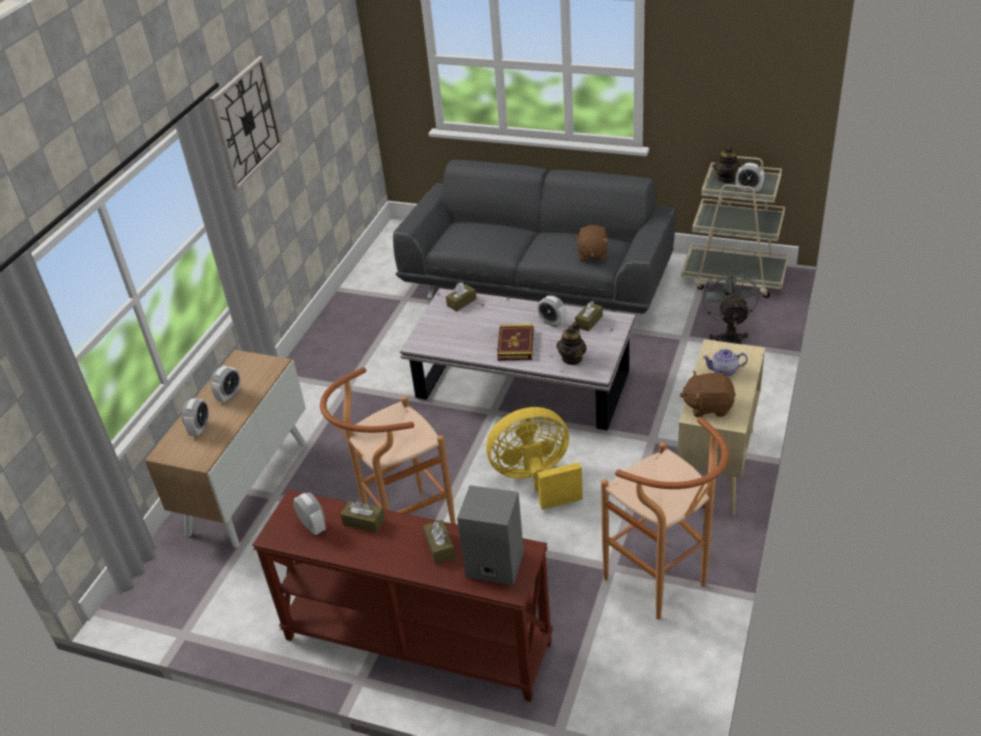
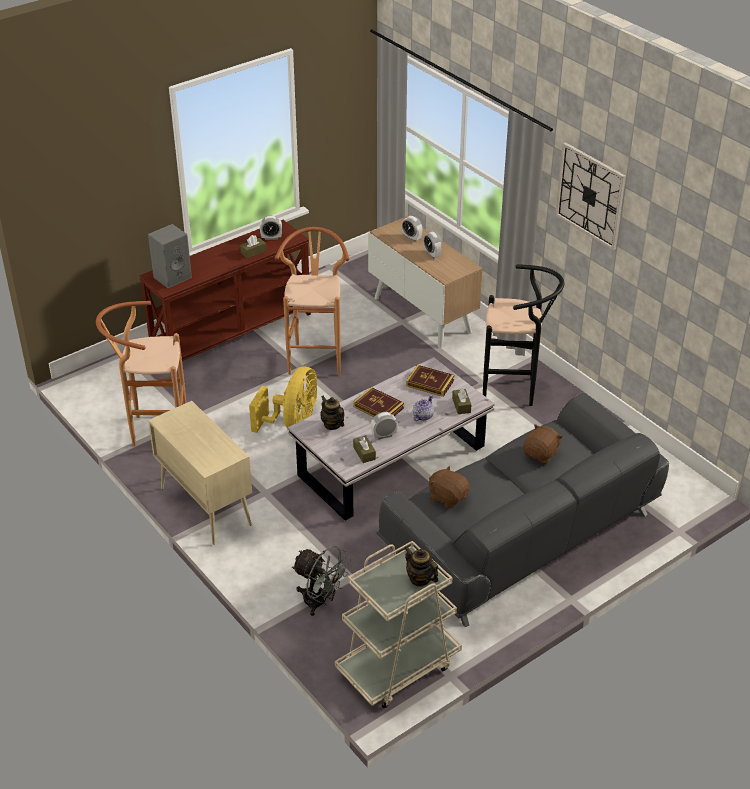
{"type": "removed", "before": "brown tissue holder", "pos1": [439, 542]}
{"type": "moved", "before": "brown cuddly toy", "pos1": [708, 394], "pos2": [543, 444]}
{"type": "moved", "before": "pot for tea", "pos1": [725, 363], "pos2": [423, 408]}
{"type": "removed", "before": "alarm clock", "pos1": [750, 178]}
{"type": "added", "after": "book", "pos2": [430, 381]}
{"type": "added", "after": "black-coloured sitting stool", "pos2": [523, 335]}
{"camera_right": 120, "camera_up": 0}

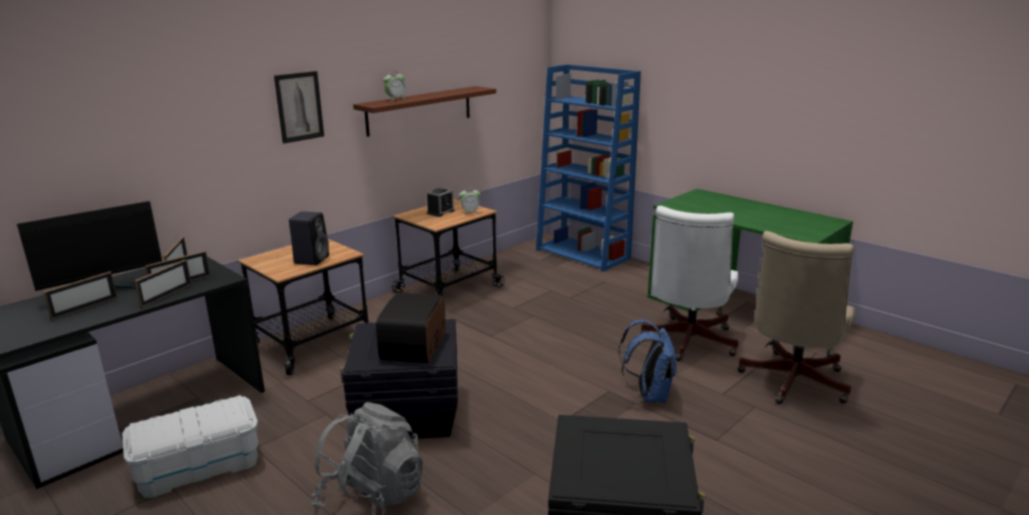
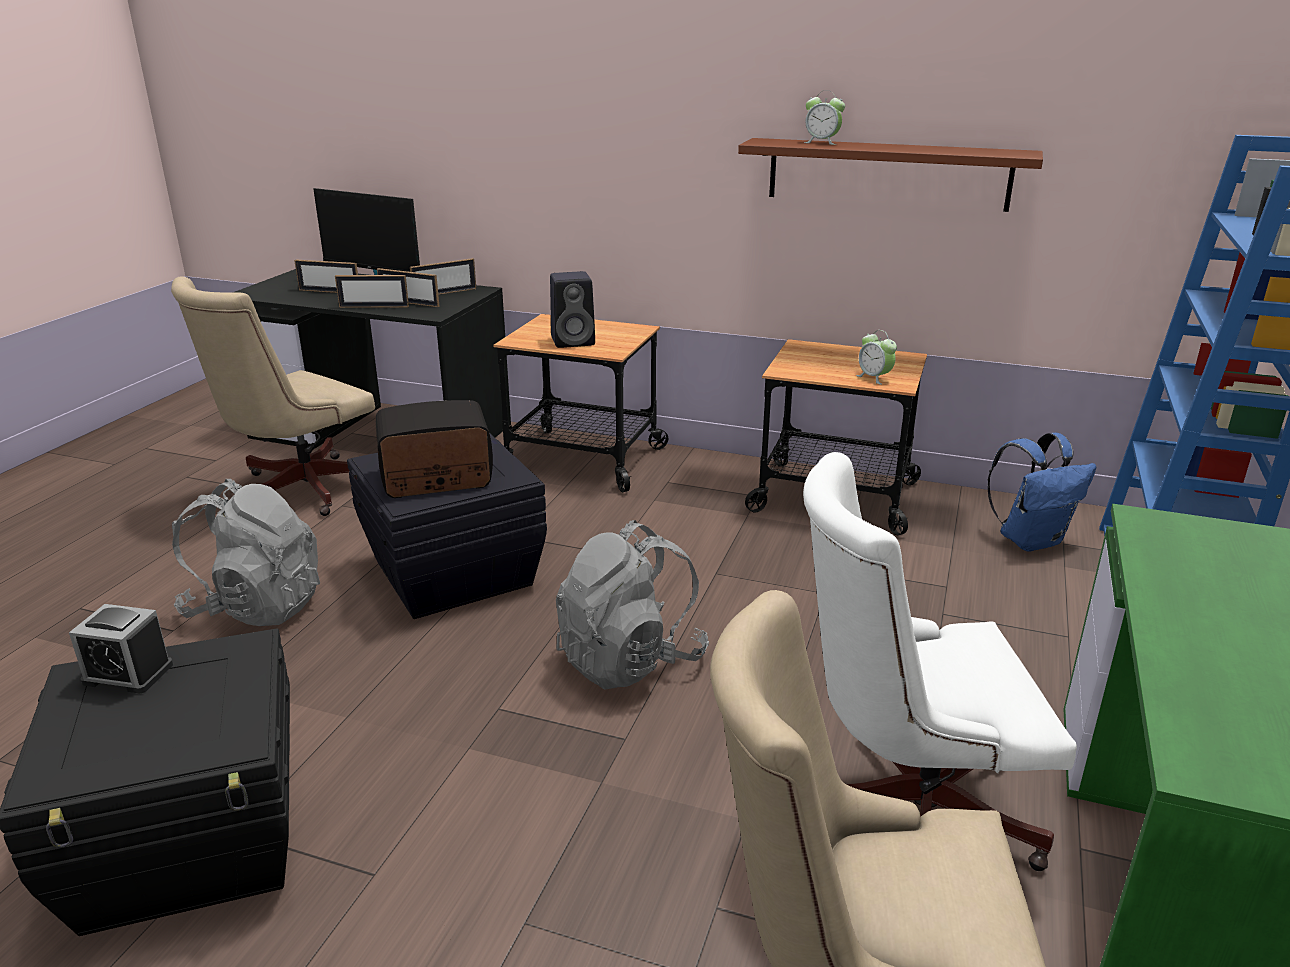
{"type": "replaced", "before": "white-coloured storage bin", "after": "sand-coloured office chair", "pos1": [190, 446], "pos2": [273, 396]}
{"type": "removed", "before": "wall picture", "pos1": [299, 107]}
{"type": "moved", "before": "alarm clock", "pos1": [441, 202], "pos2": [121, 649]}
{"type": "moved", "before": "blue knapsack", "pos1": [648, 361], "pos2": [1041, 492]}
{"type": "added", "after": "grey knapsack", "pos2": [632, 605]}
{"camera_right": 65, "camera_up": 5}

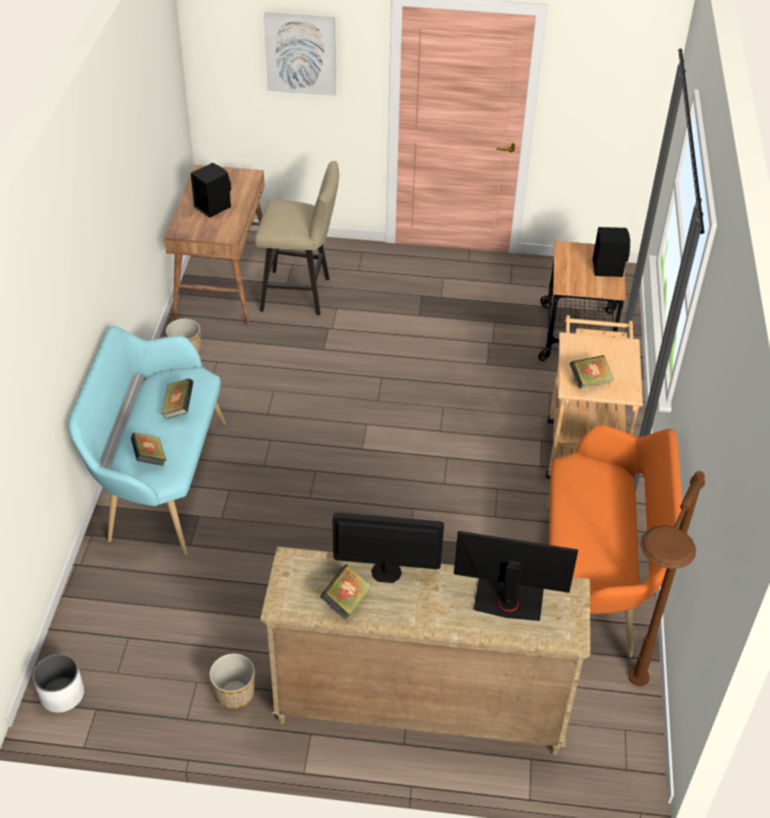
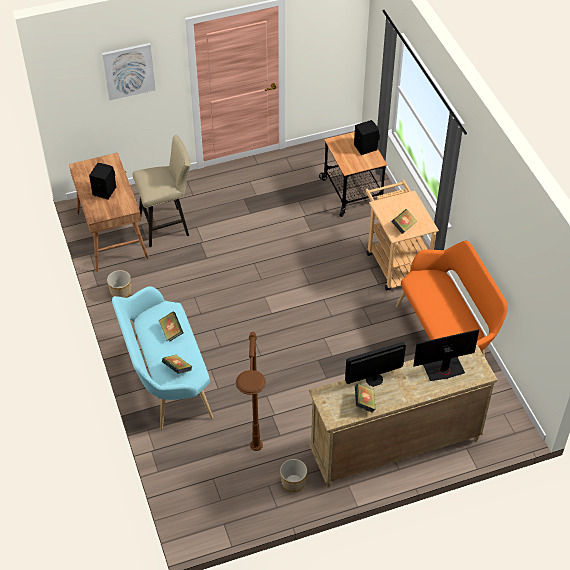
{"type": "removed", "before": "white-coloured plant pot", "pos1": [58, 683]}
{"type": "moved", "before": "brown floor lamp", "pos1": [666, 578], "pos2": [251, 391]}
{"camera_right": -25, "camera_up": 5}

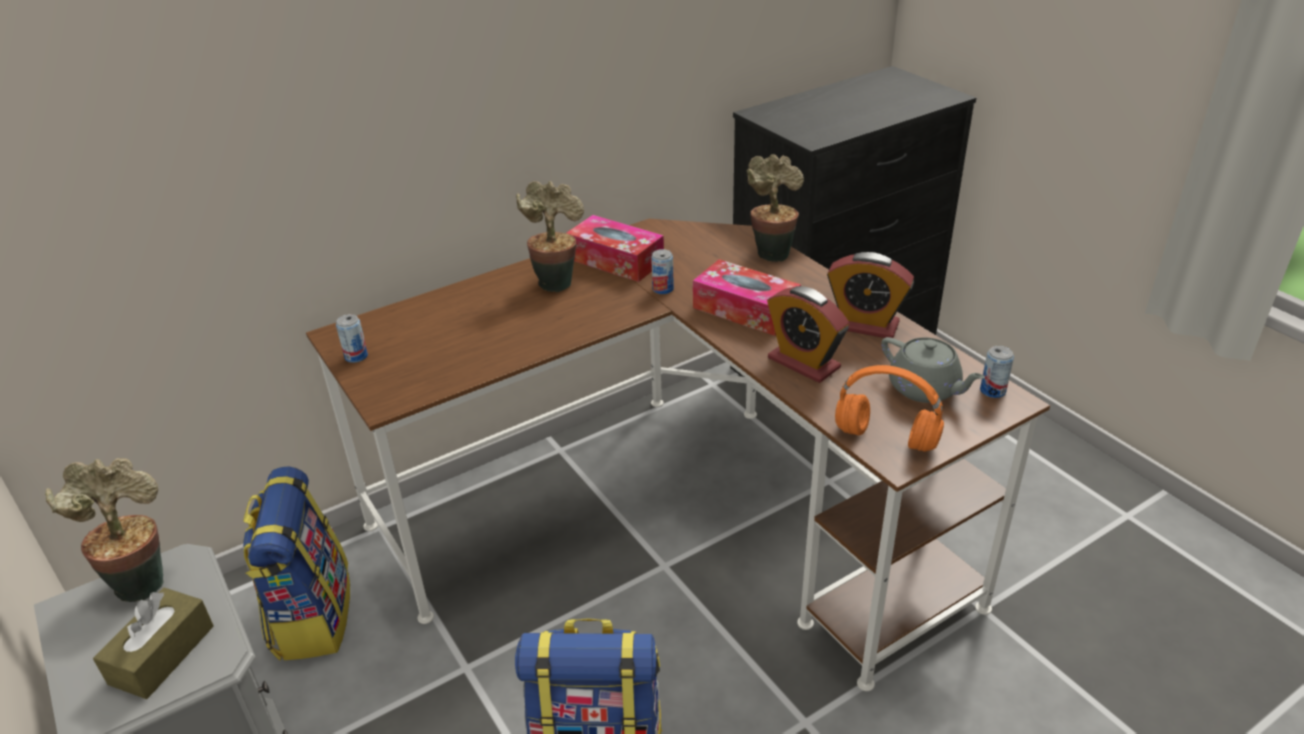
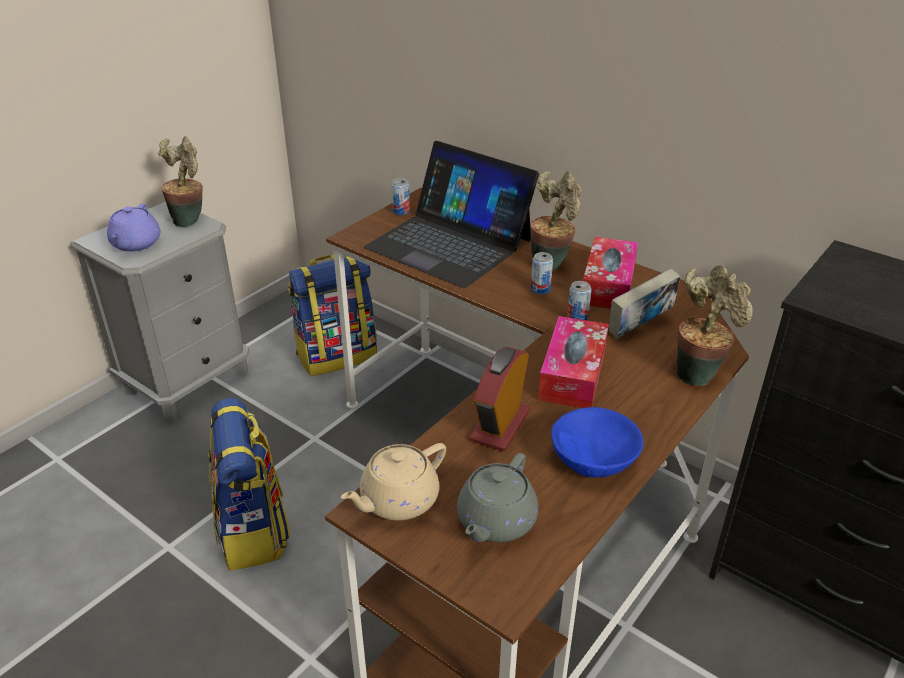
{"type": "replaced", "before": "brown tissue holder", "after": "purple pot for tea", "pos1": [153, 643], "pos2": [134, 227]}
{"type": "replaced", "before": "alarm clock", "after": "blue deep dish", "pos1": [870, 295], "pos2": [597, 442]}
{"type": "replaced", "before": "orange headphones", "after": "sand-coloured pot for tea", "pos1": [889, 408], "pos2": [393, 482]}
{"type": "moved", "before": "sealed can", "pos1": [997, 372], "pos2": [542, 273]}
{"type": "added", "after": "notebook computer", "pos2": [451, 214]}
{"type": "added", "after": "book", "pos2": [644, 303]}
{"camera_right": 70, "camera_up": 0}

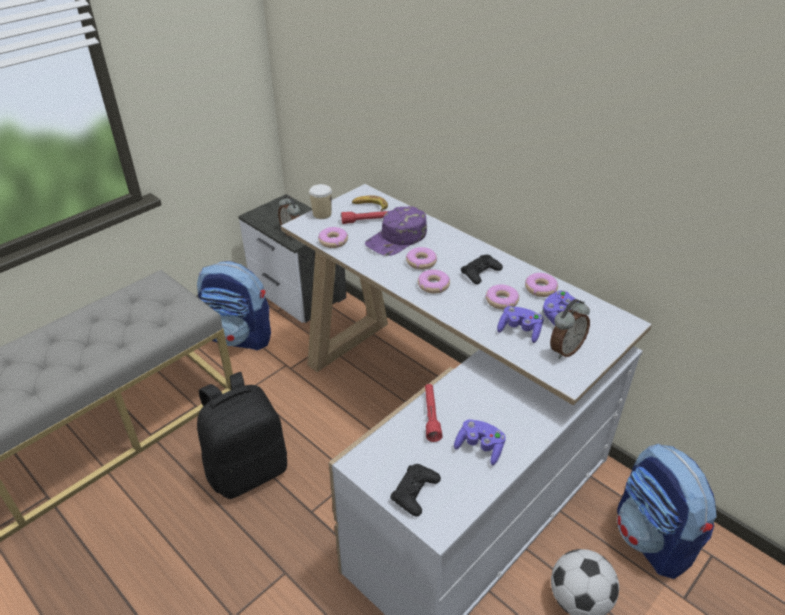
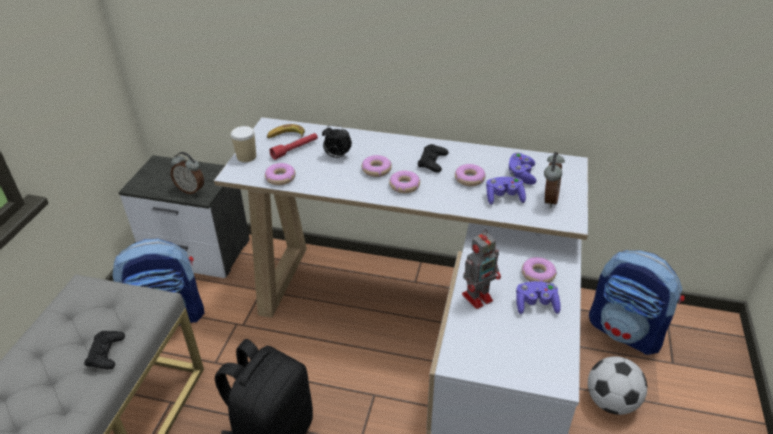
{"type": "replaced", "before": "purple cap", "after": "alarm clock", "pos1": [396, 231], "pos2": [337, 141]}
{"type": "moved", "before": "black-coloured gamepad", "pos1": [415, 490], "pos2": [104, 350]}
{"type": "replaced", "before": "reddish hand torch", "after": "robot figure", "pos1": [434, 413], "pos2": [481, 269]}
{"type": "moved", "before": "ring doughnut", "pos1": [541, 285], "pos2": [539, 270]}
{"camera_right": -30, "camera_up": 0}

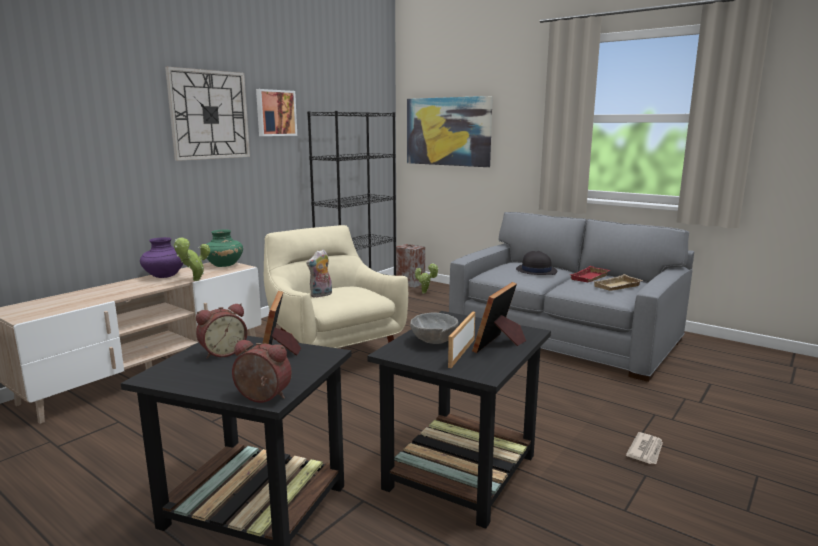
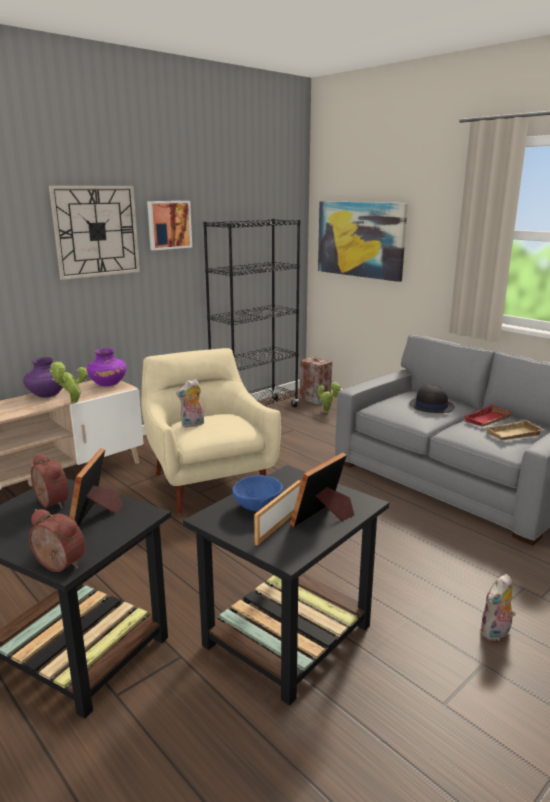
{"type": "turned", "before": "alarm clock", "pos1": [221, 331], "pos2": [50, 480], "turn": -105}
{"type": "recoloured", "before": "greenish decorative vase", "after": "purple decorative vase", "pos1": [224, 248], "pos2": [107, 367]}
{"type": "recoloured", "before": "grey deep dish", "after": "blue deep dish", "pos1": [434, 328], "pos2": [257, 493]}
{"type": "replaced", "before": "daily paper", "after": "cuddly toy", "pos1": [644, 448], "pos2": [497, 607]}
{"camera_right": 10, "camera_up": 5}

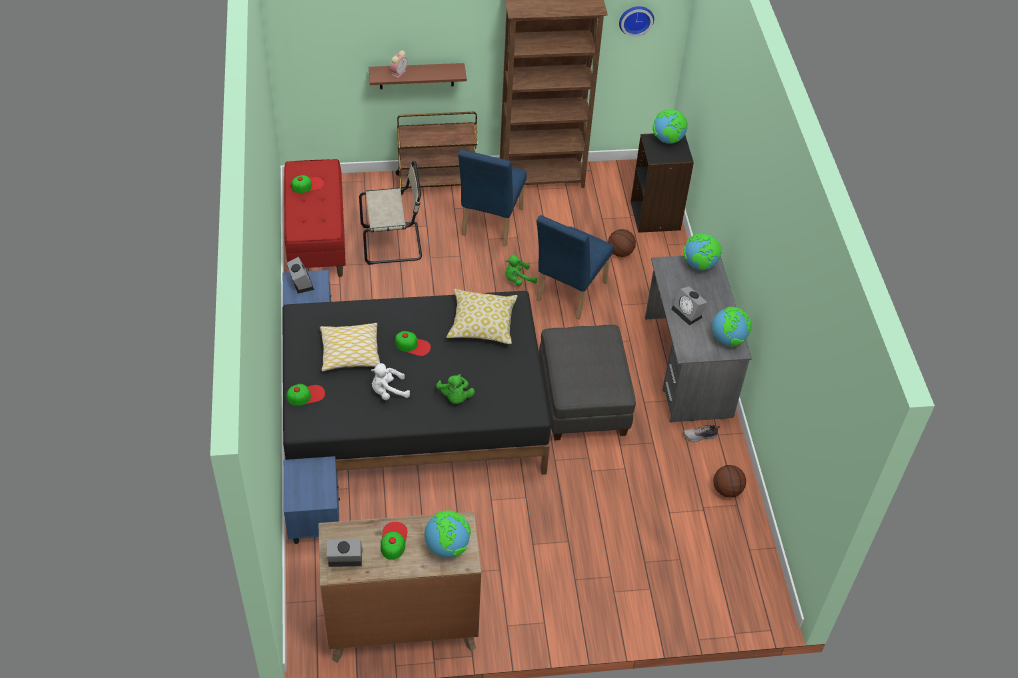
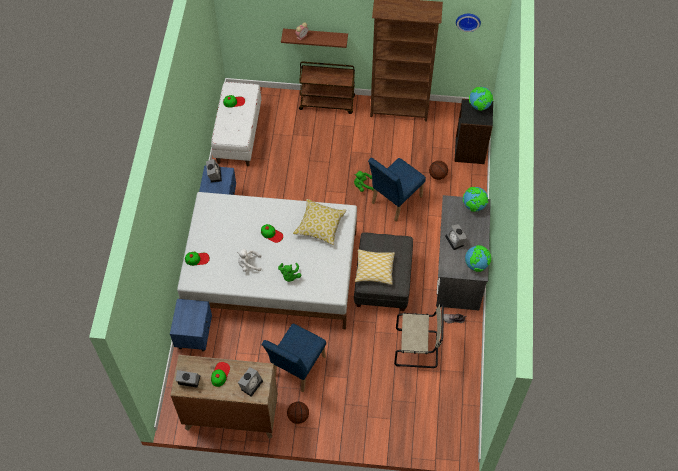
{"type": "recoloured", "before": "black-coloured bed", "after": "white-coloured bed", "pos1": [416, 383], "pos2": [267, 261]}
{"type": "recoloured", "before": "reddish long seat", "after": "white-coloured long seat", "pos1": [315, 218], "pos2": [236, 124]}
{"type": "moved", "before": "cushion", "pos1": [350, 347], "pos2": [375, 267]}
{"type": "moved", "before": "sand-coloured plain chair", "pos1": [390, 213], "pos2": [419, 335]}
{"type": "replaced", "before": "globe", "after": "alarm clock", "pos1": [447, 534], "pos2": [250, 382]}
{"type": "moved", "before": "blue plain chair", "pos1": [492, 197], "pos2": [294, 358]}
{"type": "moved", "before": "basketball", "pos1": [729, 481], "pos2": [298, 413]}
{"camera_right": 15, "camera_up": 10}

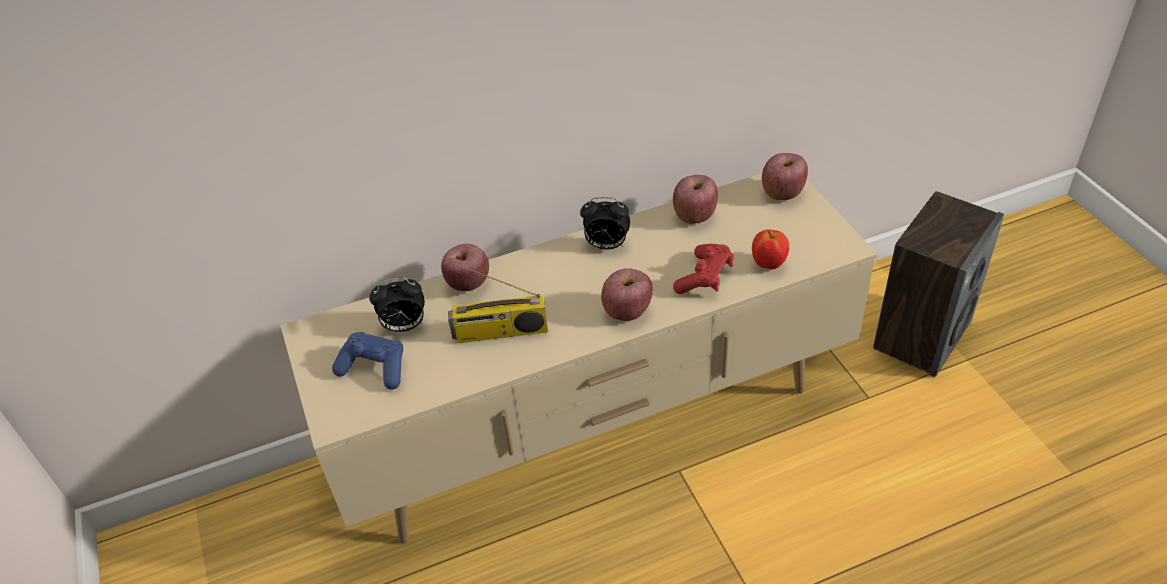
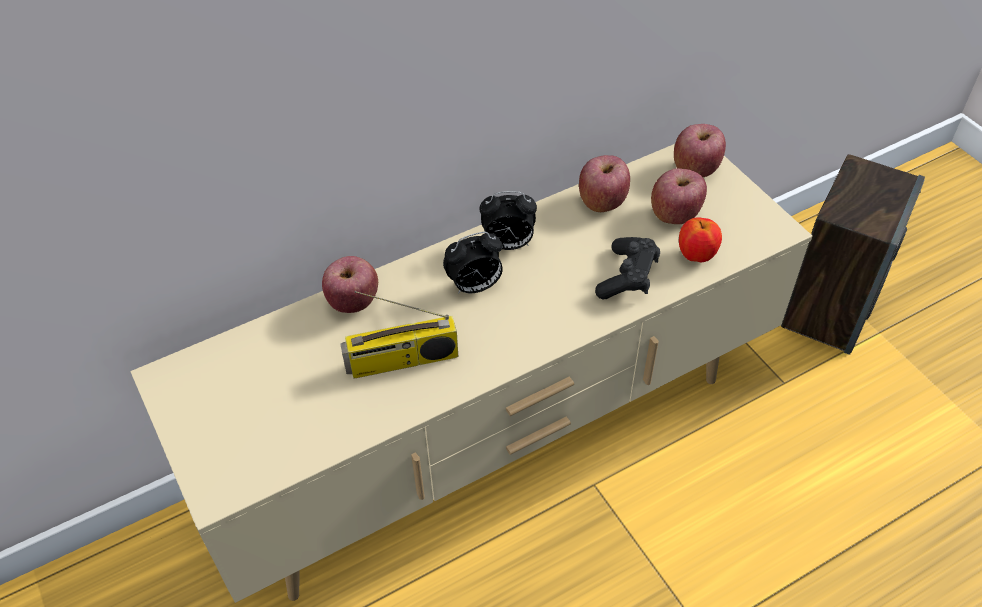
{"type": "removed", "before": "blue gamepad", "pos1": [367, 361]}
{"type": "moved", "before": "alarm clock", "pos1": [397, 304], "pos2": [473, 263]}
{"type": "moved", "before": "whole apple", "pos1": [627, 294], "pos2": [679, 196]}
{"type": "recoloured", "before": "reddish gamepad", "after": "black-coloured gamepad", "pos1": [703, 269], "pos2": [627, 268]}
{"camera_right": -10, "camera_up": 5}

